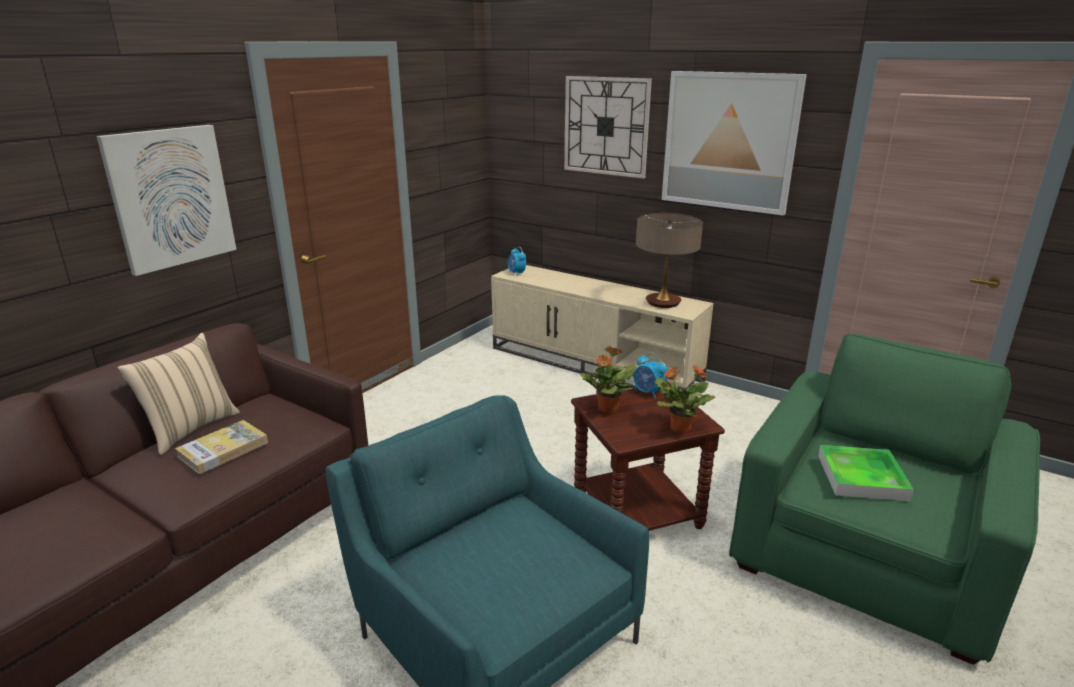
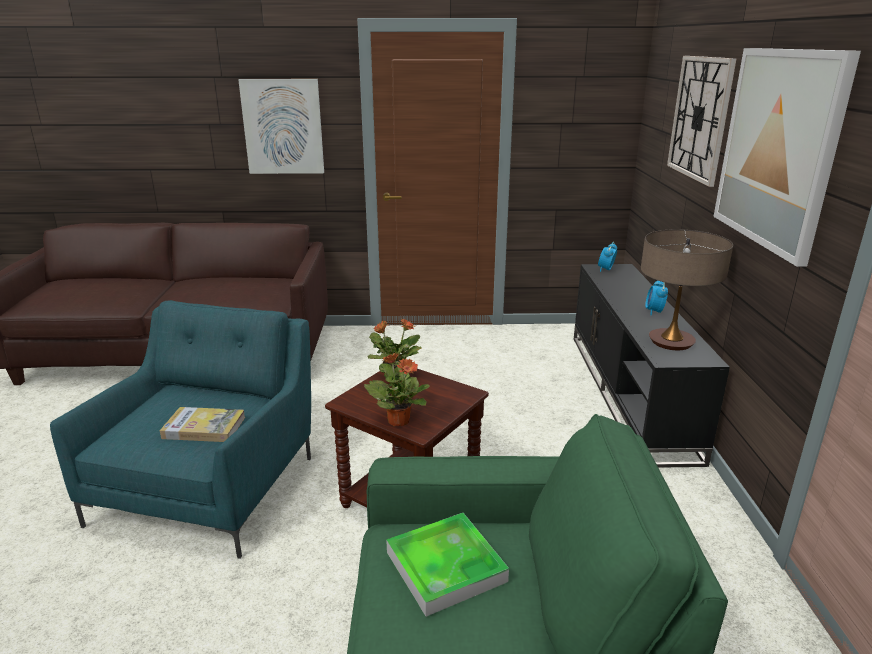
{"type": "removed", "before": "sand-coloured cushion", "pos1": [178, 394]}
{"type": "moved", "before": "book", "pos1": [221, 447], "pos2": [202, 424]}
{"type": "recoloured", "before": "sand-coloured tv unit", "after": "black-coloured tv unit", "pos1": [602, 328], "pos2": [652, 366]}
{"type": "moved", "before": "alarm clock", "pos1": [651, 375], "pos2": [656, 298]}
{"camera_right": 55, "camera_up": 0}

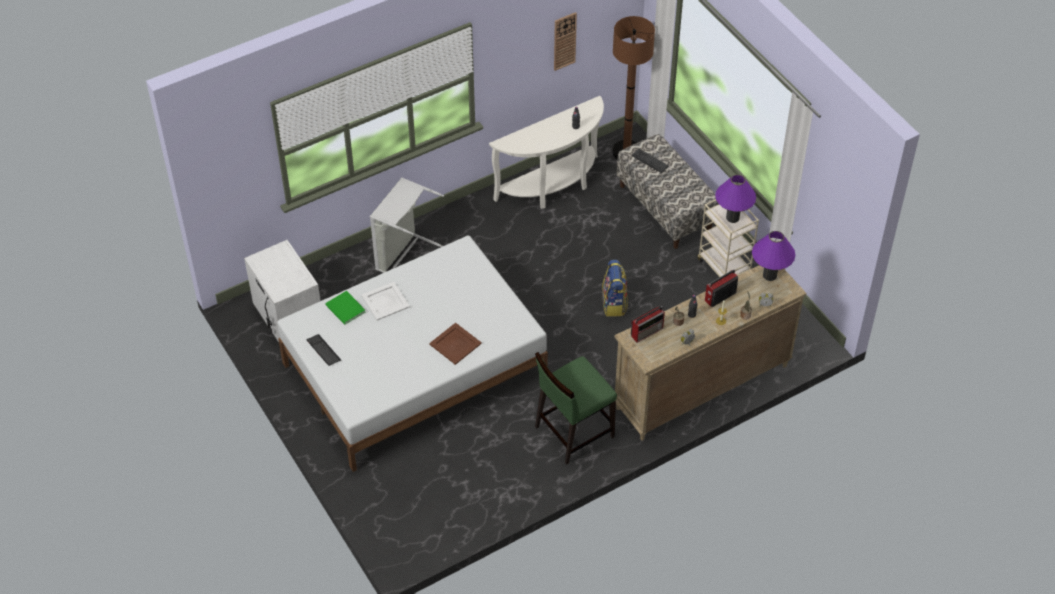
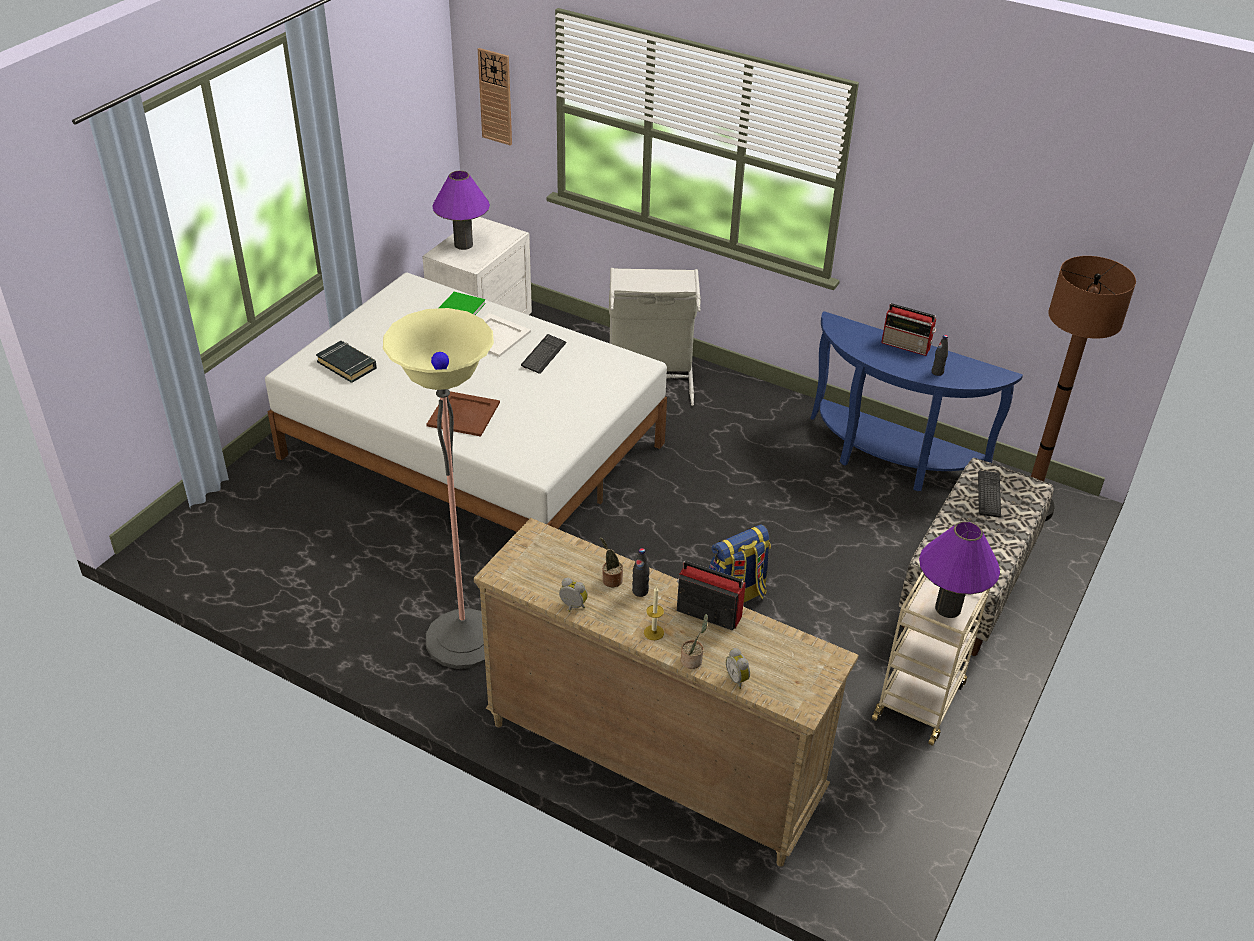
{"type": "moved", "before": "PC keyboard", "pos1": [324, 350], "pos2": [544, 354]}
{"type": "recoloured", "before": "white-coloured hall table", "after": "blue hall table", "pos1": [546, 152], "pos2": [916, 401]}
{"type": "replaced", "before": "greenish plain chair", "after": "floor lamp", "pos1": [576, 408], "pos2": [438, 488]}
{"type": "moved", "before": "clock on the wall", "pos1": [565, 41], "pos2": [495, 97]}
{"type": "moved", "before": "radio receiver", "pos1": [648, 324], "pos2": [908, 329]}
{"type": "moved", "before": "purple table lamp", "pos1": [773, 256], "pos2": [461, 210]}
{"type": "added", "after": "black-coloured book", "pos2": [346, 362]}
{"camera_right": 60, "camera_up": -10}

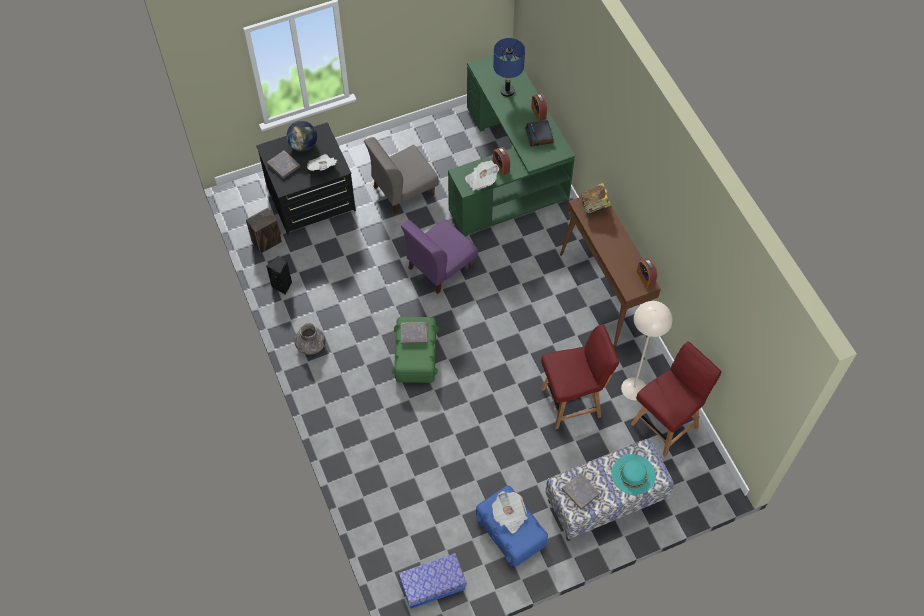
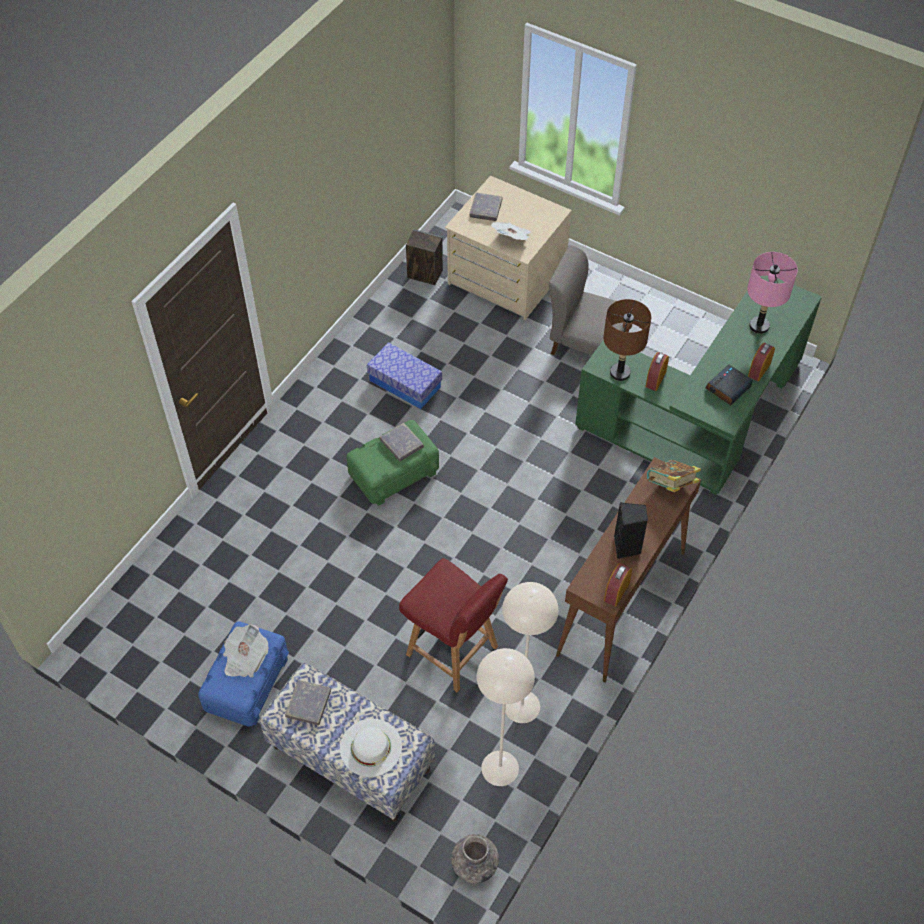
{"type": "recoloured", "before": "black-coloured chest of drawers", "after": "sand-coloured chest of drawers", "pos1": [306, 178], "pos2": [508, 248]}
{"type": "moved", "before": "black-coloured audio speaker", "pos1": [279, 275], "pos2": [631, 530]}
{"type": "removed", "before": "globe", "pos1": [302, 136]}
{"type": "moved", "before": "grey decorative vase", "pos1": [310, 339], "pos2": [475, 859]}
{"type": "moved", "before": "storage bin", "pos1": [432, 581], "pos2": [404, 375]}
{"type": "removed", "before": "purple plain chair", "pos1": [439, 256]}
{"type": "replaced", "before": "daily paper", "after": "brown table lamp", "pos1": [482, 175], "pos2": [627, 340]}
{"type": "recoloured", "before": "blue table lamp", "after": "pink table lamp", "pos1": [509, 67], "pos2": [772, 293]}
{"type": "recoloured", "before": "turquoise wearable hat", "after": "white-coloured wearable hat", "pos1": [633, 474], "pos2": [371, 748]}
{"type": "replaced", "before": "reddish plain chair", "after": "sand-coloured floor lamp", "pos1": [676, 399], "pos2": [506, 717]}
{"camera_right": 55, "camera_up": -5}

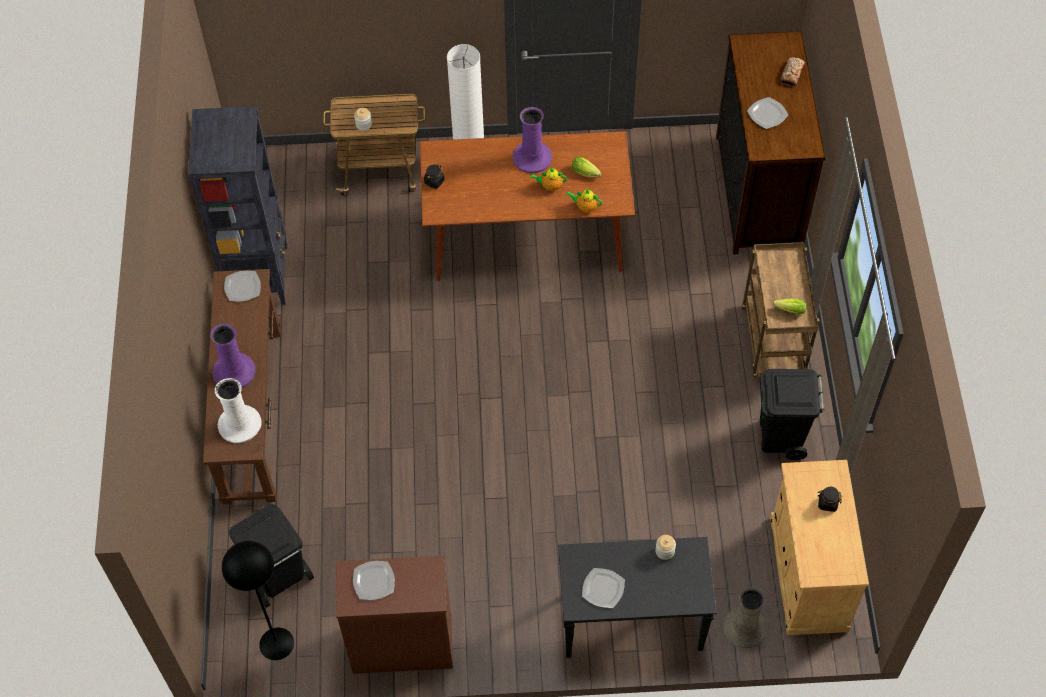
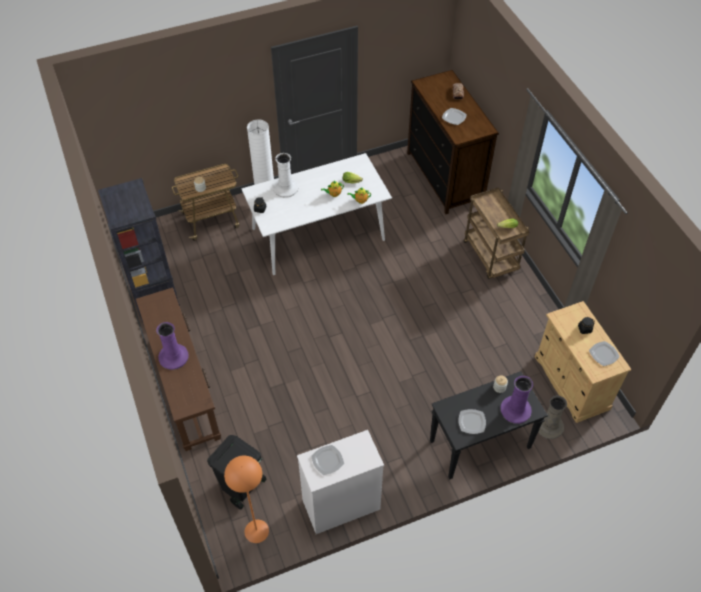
{"type": "moved", "before": "white-coloured decorative vase", "pos1": [238, 410], "pos2": [286, 175]}
{"type": "recoloured", "before": "black-coloured floor lamp", "after": "orange floor lamp", "pos1": [258, 600], "pos2": [246, 499]}
{"type": "moved", "before": "flat dish", "pos1": [242, 286], "pos2": [604, 353]}
{"type": "recoloured", "before": "brown chest of drawers", "after": "white-coloured chest of drawers", "pos1": [394, 615], "pos2": [340, 482]}
{"type": "recoloured", "before": "brown dinner table", "after": "white-coloured dinner table", "pos1": [527, 206], "pos2": [317, 214]}
{"type": "moved", "before": "purple decorative vase", "pos1": [532, 140], "pos2": [516, 400]}
{"type": "removed", "before": "black-coloured waste bin", "pos1": [792, 414]}
{"camera_right": -20, "camera_up": -5}

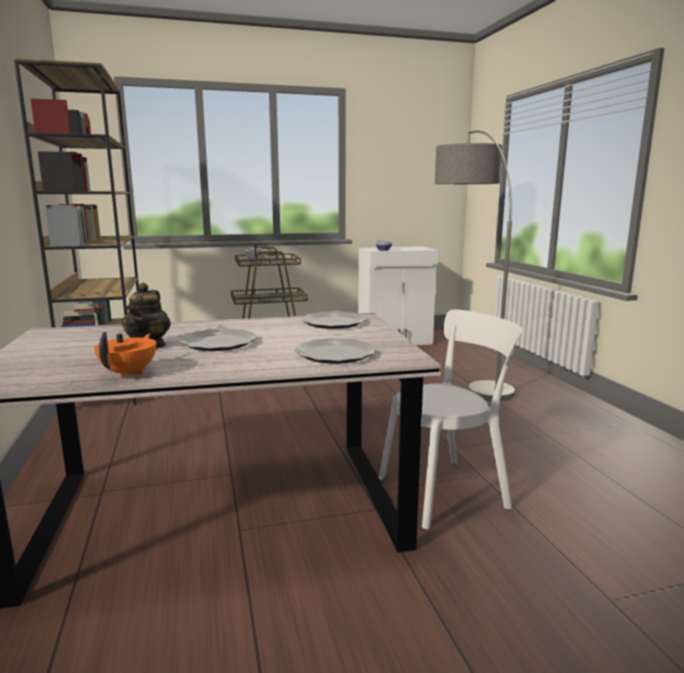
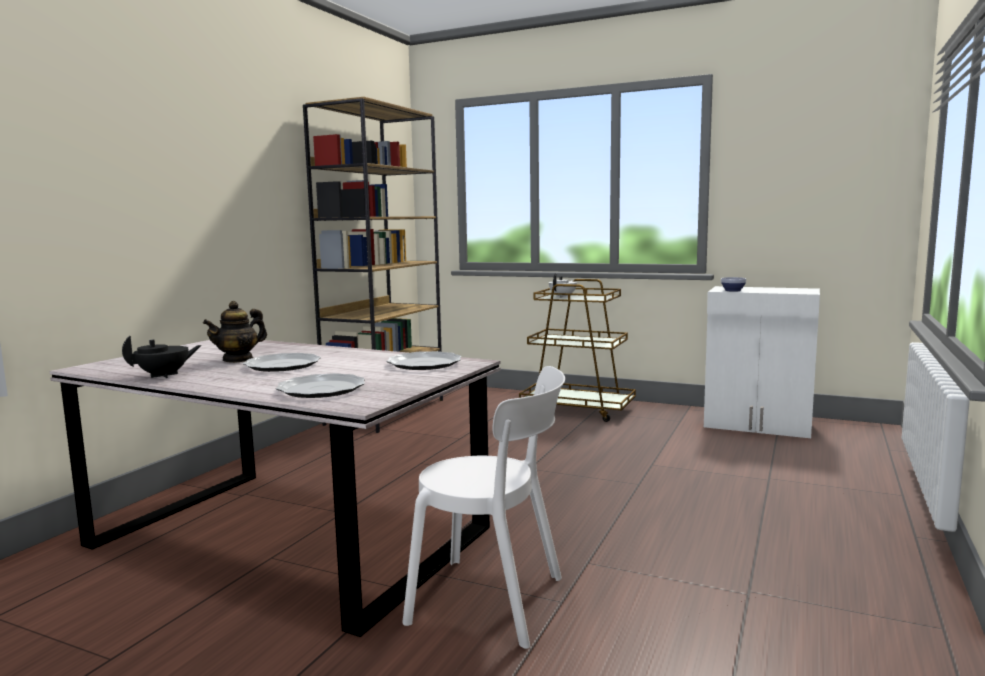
{"type": "recoloured", "before": "orange pot for tea", "after": "black-coloured pot for tea", "pos1": [125, 355], "pos2": [162, 357]}
{"type": "removed", "before": "floor lamp", "pos1": [475, 266]}
{"camera_right": 40, "camera_up": -5}

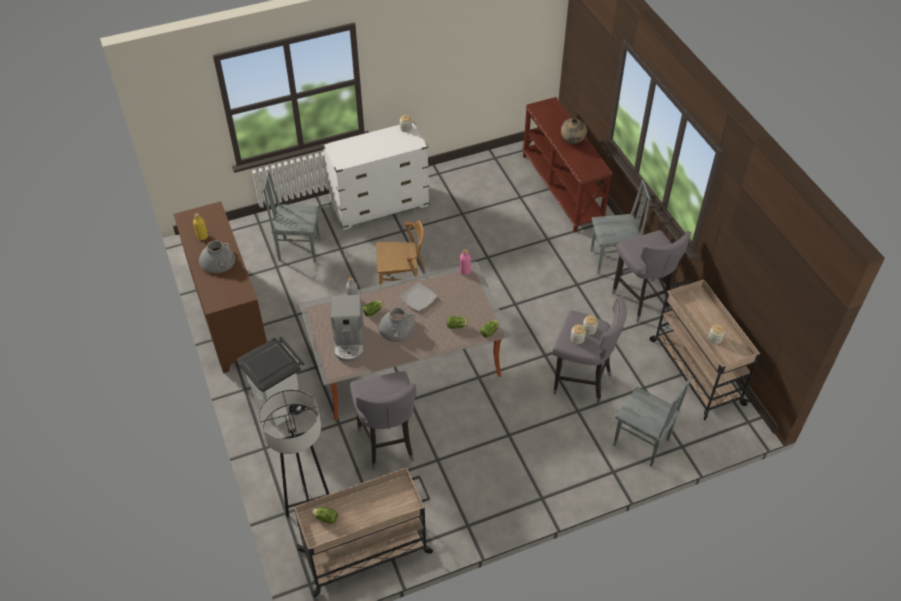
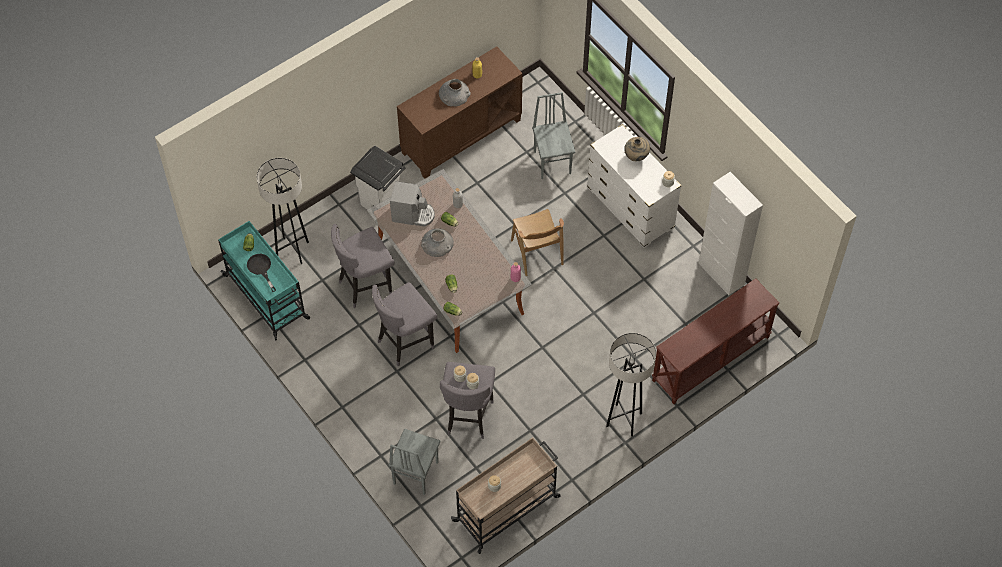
{"type": "recoloured", "before": "sand-coloured cart", "after": "turquoise cart", "pos1": [363, 532], "pos2": [264, 281]}
{"type": "turned", "before": "coffee maker", "pos1": [347, 328], "pos2": [412, 204], "turn": -150}
{"type": "removed", "before": "flat dish", "pos1": [418, 297]}
{"type": "moved", "before": "sand-coloured decorative vase", "pos1": [574, 131], "pos2": [637, 149]}
{"type": "replaced", "before": "grey plain chair", "after": "grey floor lamp", "pos1": [620, 226], "pos2": [631, 385]}
{"type": "moved", "before": "grey sitting stool", "pos1": [651, 276], "pos2": [404, 324]}
{"type": "added", "after": "black-coloured skillet", "pos2": [261, 273]}
{"type": "added", "after": "white-coloured cupboard", "pos2": [730, 234]}
{"camera_right": 75, "camera_up": 10}

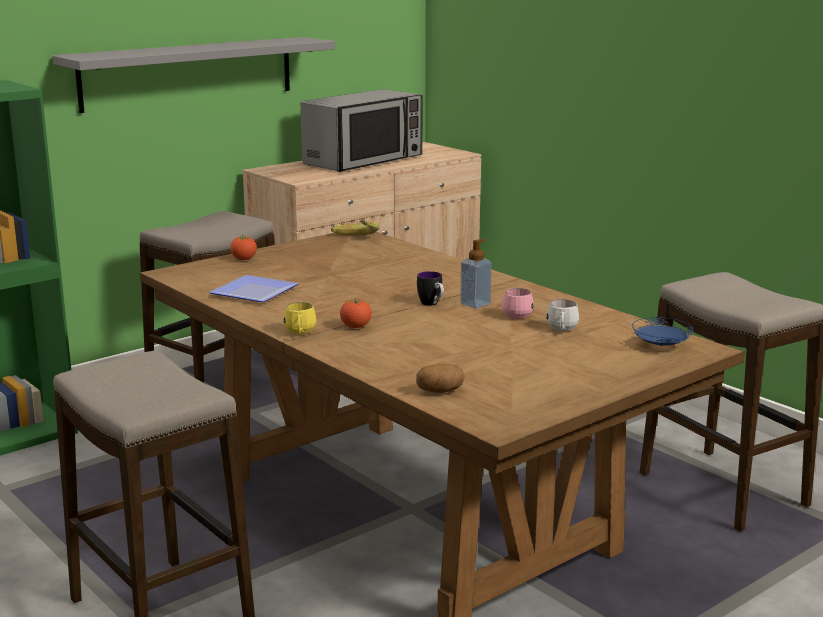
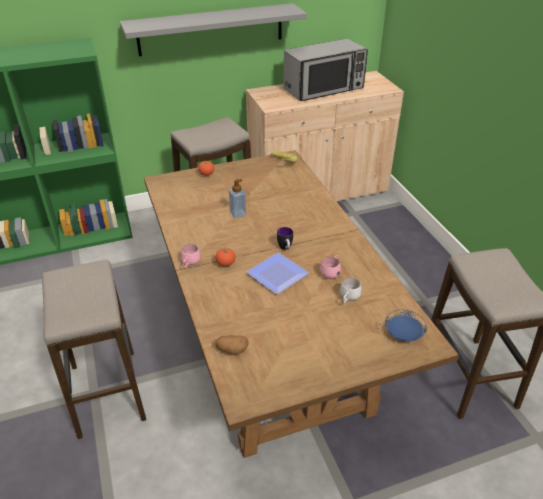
{"type": "moved", "before": "flat dish", "pos1": [254, 288], "pos2": [277, 273]}
{"type": "recoloured", "before": "yellow-coloured tea mug", "after": "pink tea mug", "pos1": [300, 318], "pos2": [190, 256]}
{"type": "moved", "before": "liquid soap bottle", "pos1": [476, 273], "pos2": [237, 198]}
{"camera_right": 20, "camera_up": 20}

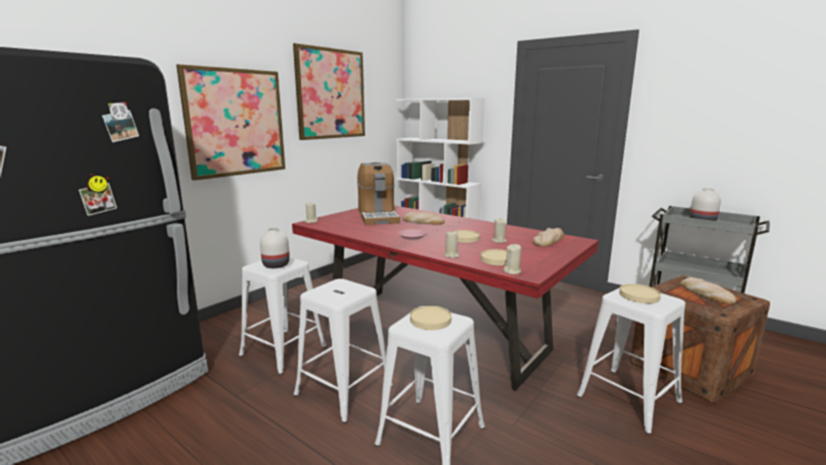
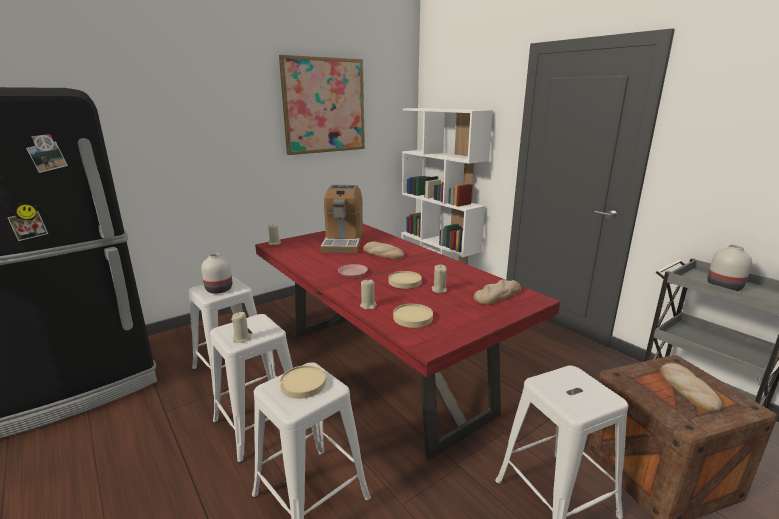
{"type": "removed", "before": "wall picture", "pos1": [230, 122]}
{"type": "moved", "before": "sand-coloured candle", "pos1": [512, 259], "pos2": [241, 327]}
{"type": "removed", "before": "sand-coloured flat dish", "pos1": [640, 294]}
{"camera_right": 15, "camera_up": 5}

